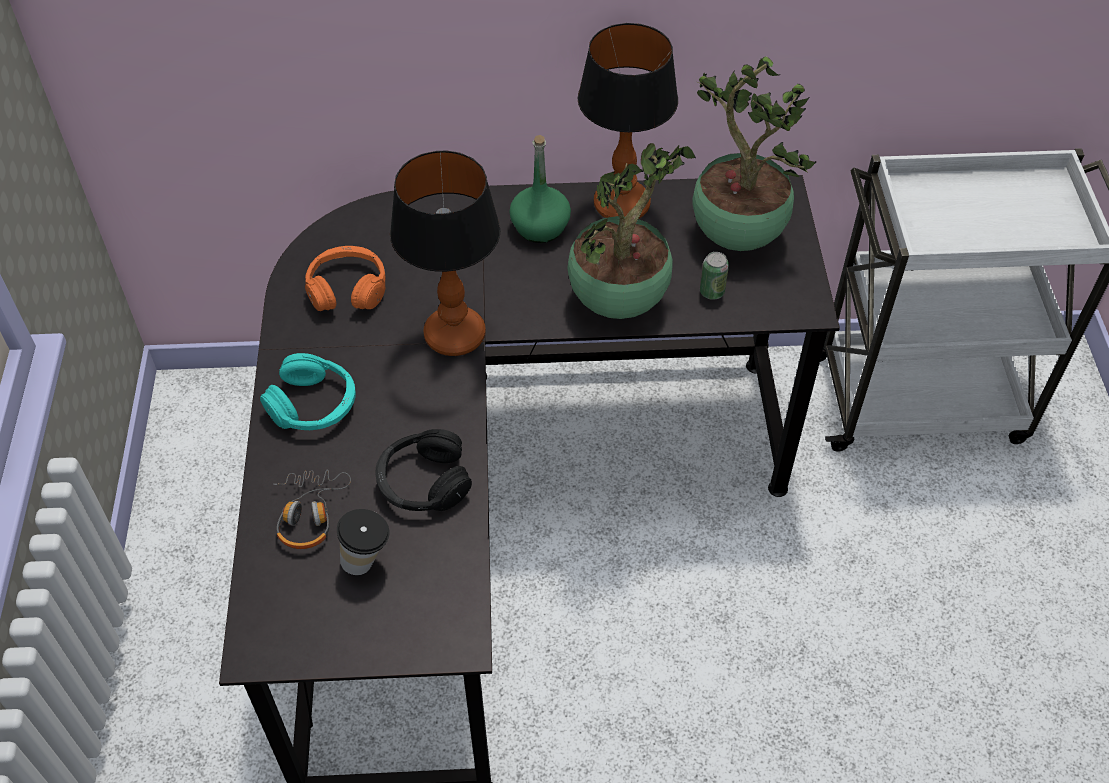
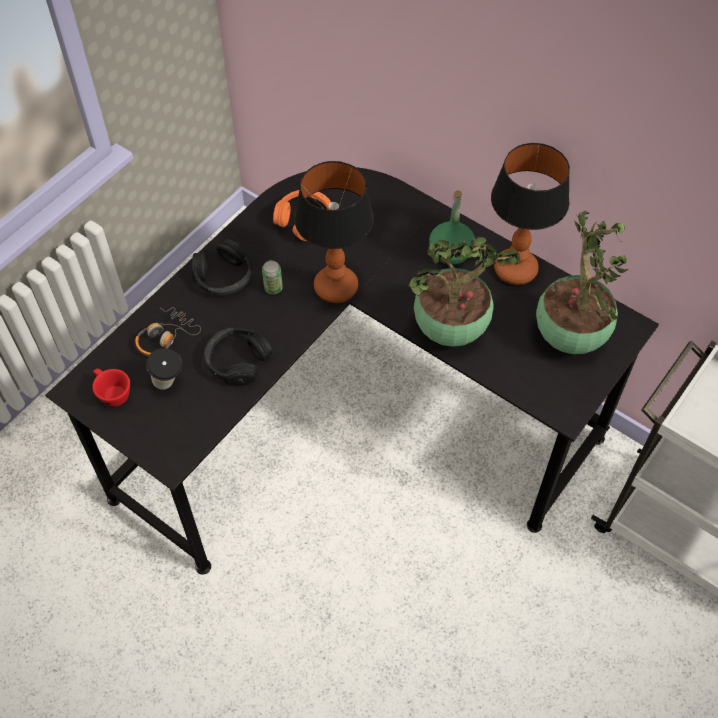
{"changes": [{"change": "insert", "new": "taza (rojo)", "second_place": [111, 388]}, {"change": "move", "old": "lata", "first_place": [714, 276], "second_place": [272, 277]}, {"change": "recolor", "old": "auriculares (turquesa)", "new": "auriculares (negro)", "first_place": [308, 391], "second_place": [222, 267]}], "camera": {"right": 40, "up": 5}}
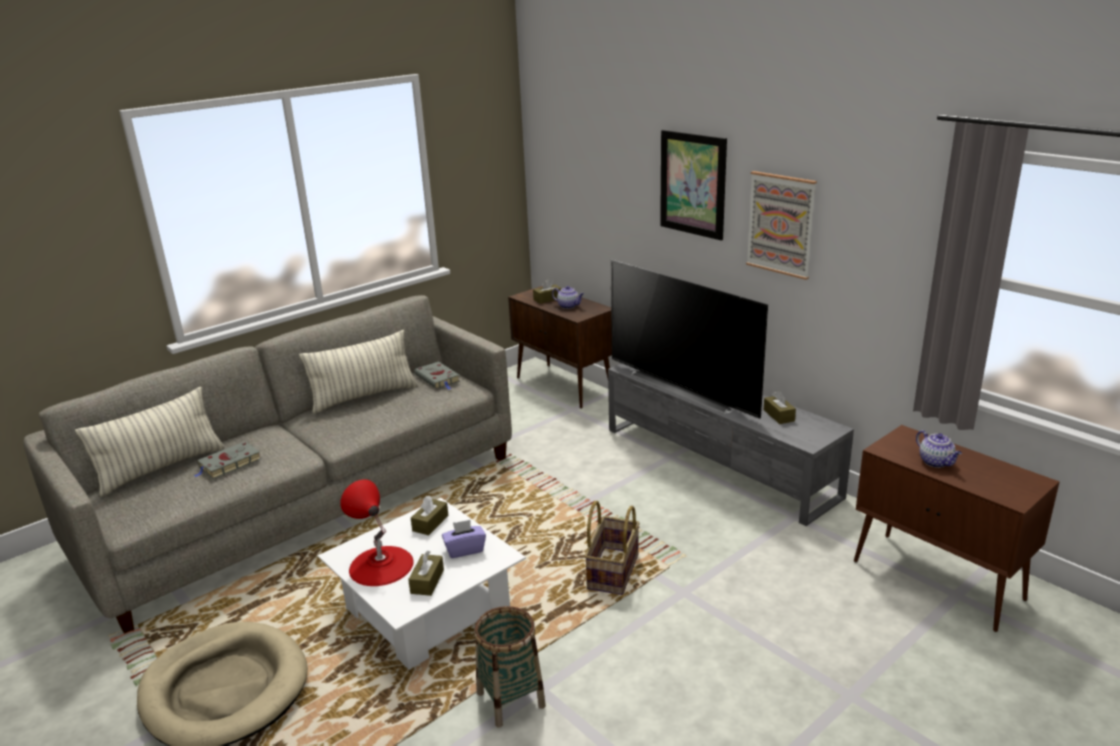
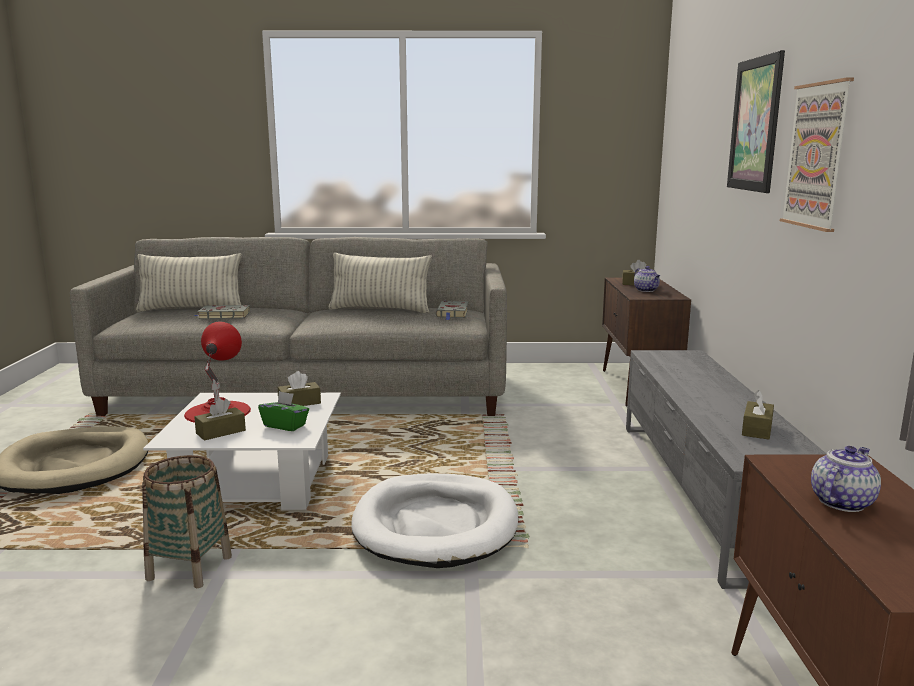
{"changes": [{"change": "delete", "old": "televisor", "first_place": [689, 339]}, {"change": "replace", "old": "cesta", "new": "cama para perro (blanco)", "first_place": [612, 548], "second_place": [434, 520]}, {"change": "recolor", "old": "caja de pañuelos (morado)", "new": "caja de pañuelos (verde)", "first_place": [464, 539], "second_place": [283, 411]}, {"change": "rotate", "old": "tetera", "first_place": [939, 449], "second_place": [846, 479], "degrees": -150}], "camera": {"right": 40, "up": -10}}
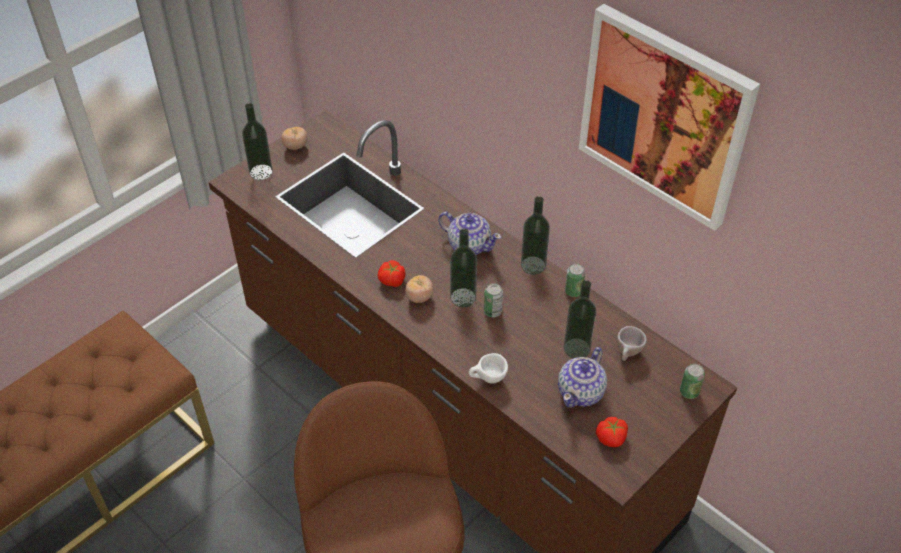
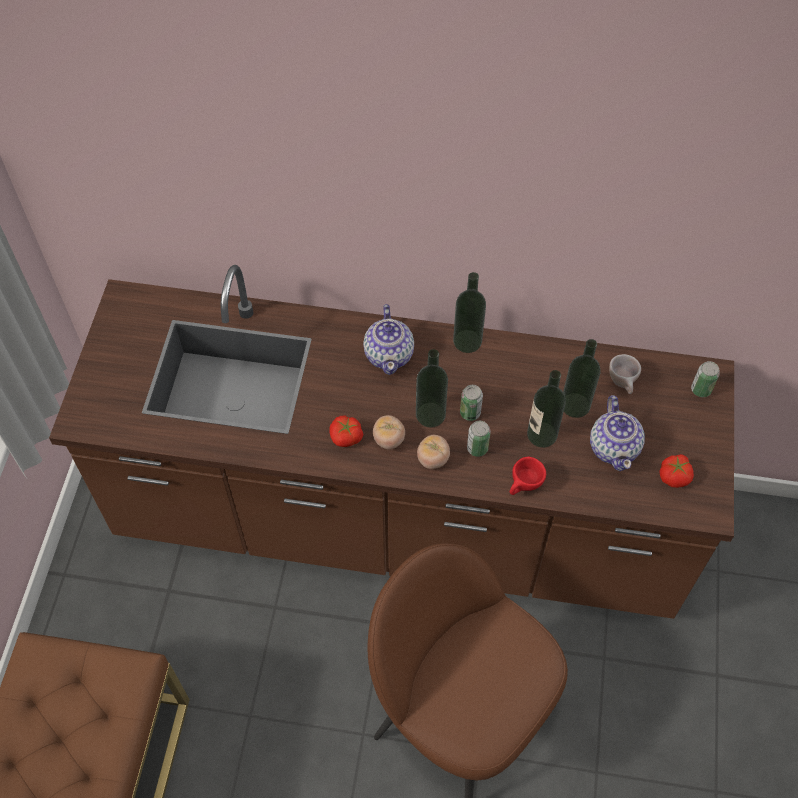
{"changes": [{"change": "delete", "old": "cuadro", "first_place": [669, 117]}, {"change": "move", "old": "botella", "first_place": [257, 141], "second_place": [546, 409]}, {"change": "move", "old": "tomate", "first_place": [294, 138], "second_place": [433, 452]}, {"change": "move", "old": "lata", "first_place": [575, 280], "second_place": [479, 439]}, {"change": "recolor", "old": "taza (blanco)", "new": "taza (rojo)", "first_place": [488, 368], "second_place": [528, 476]}, {"change": "rotate", "old": "tetera", "first_place": [469, 233], "second_place": [388, 339], "degrees": 90}], "camera": {"right": -35, "up": 10}}
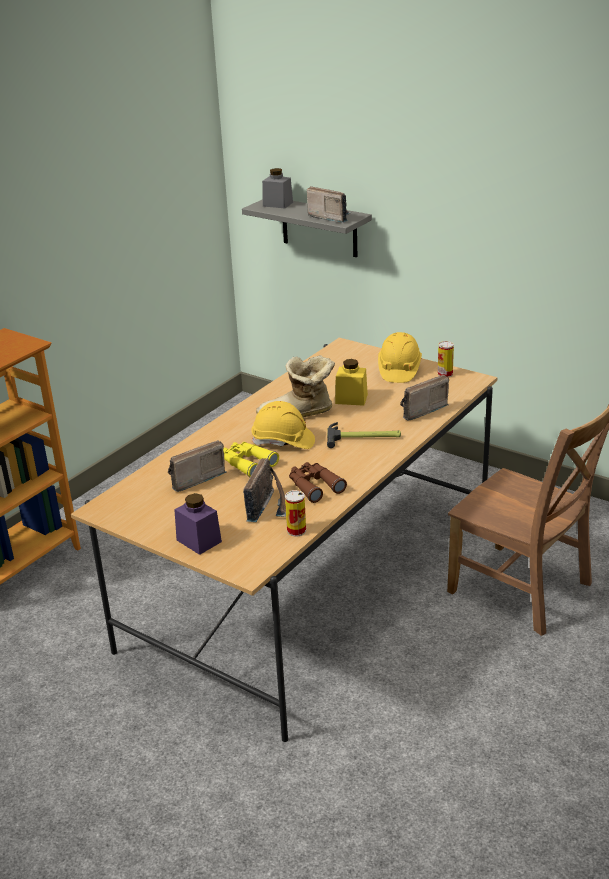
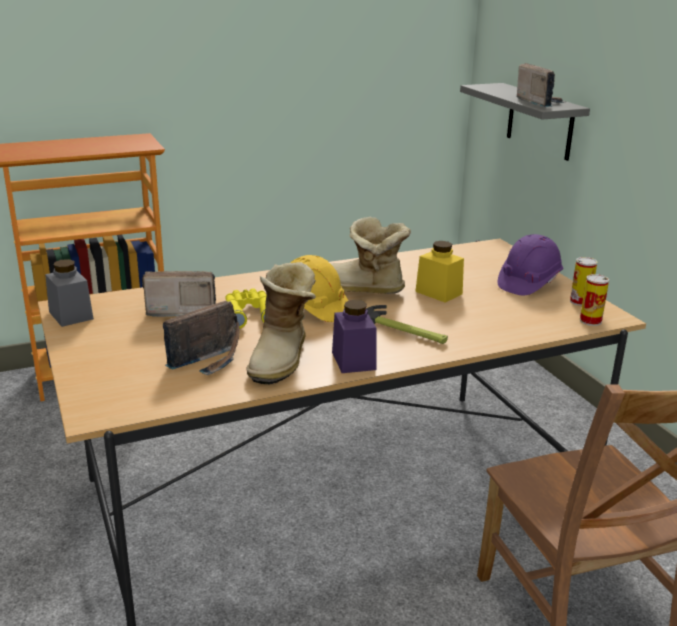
{"changes": [{"change": "delete", "old": "radio", "first_place": [424, 398]}, {"change": "move", "old": "tarro (morado)", "first_place": [198, 524], "second_place": [354, 336]}, {"change": "move", "old": "tarro (gris)", "first_place": [277, 188], "second_place": [69, 293]}, {"change": "move", "old": "lata", "first_place": [295, 513], "second_place": [594, 300]}, {"change": "replace", "old": "prismáticos (marrón)", "new": "bota", "first_place": [318, 482], "second_place": [281, 323]}, {"change": "recolor", "old": "casco (amarillo)", "new": "casco (morado)", "first_place": [400, 357], "second_place": [530, 264]}], "camera": {"right": 30, "up": -5}}
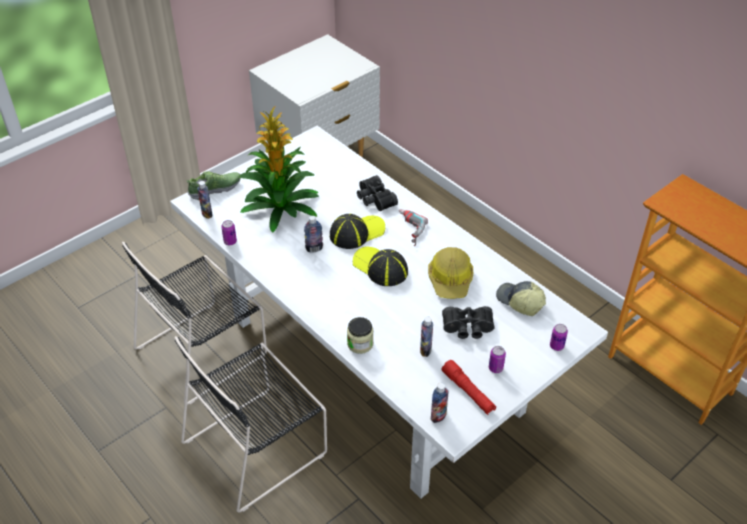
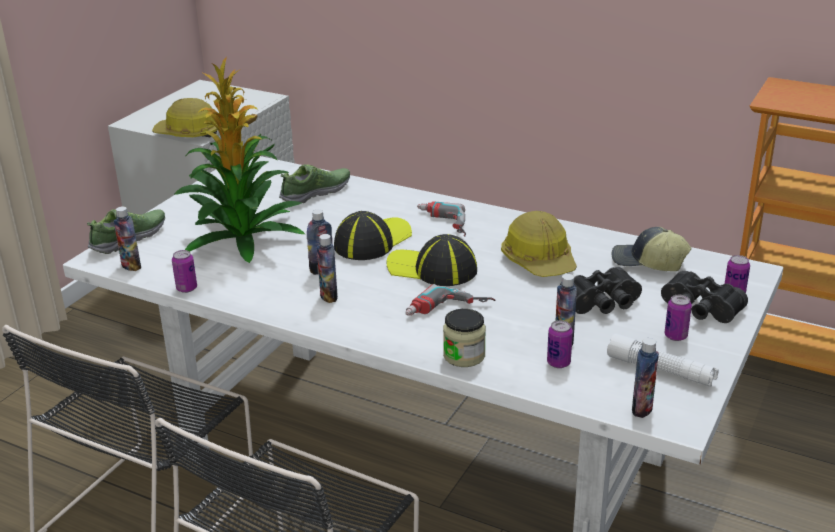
{"changes": [{"change": "insert", "new": "casco", "second_place": [185, 117]}, {"change": "insert", "new": "zapato", "second_place": [314, 184]}, {"change": "insert", "new": "botella", "second_place": [327, 268]}, {"change": "insert", "new": "taladro", "second_place": [450, 300]}, {"change": "insert", "new": "lata", "second_place": [560, 344]}, {"change": "move", "old": "prismáticos (negro)", "first_place": [377, 193], "second_place": [704, 297]}, {"change": "recolor", "old": "linterna (rojo)", "new": "linterna (blanco)", "first_place": [469, 387], "second_place": [662, 360]}], "camera": {"right": -20, "up": -15}}
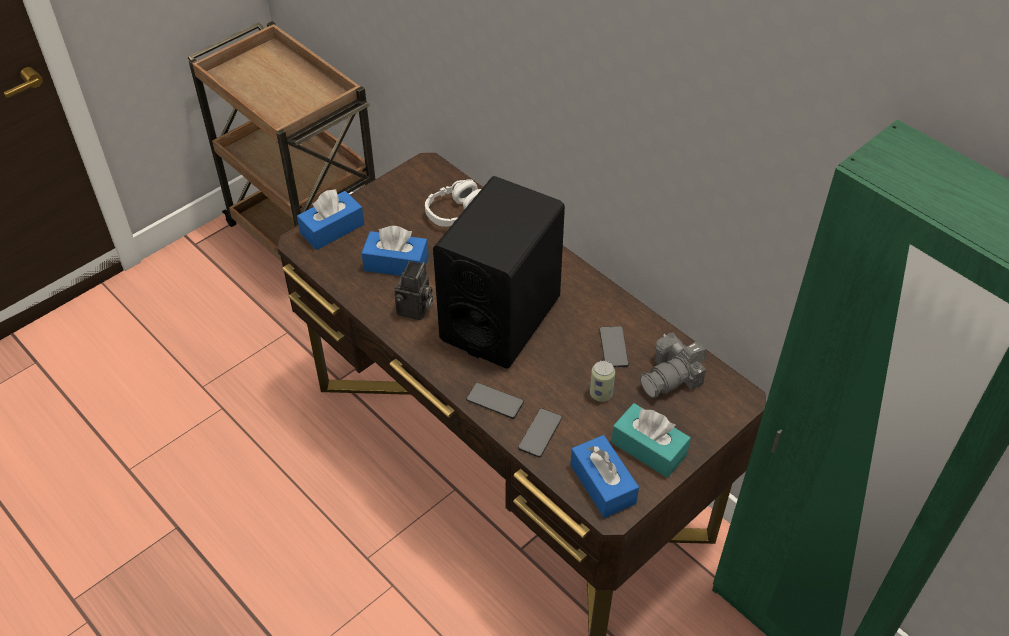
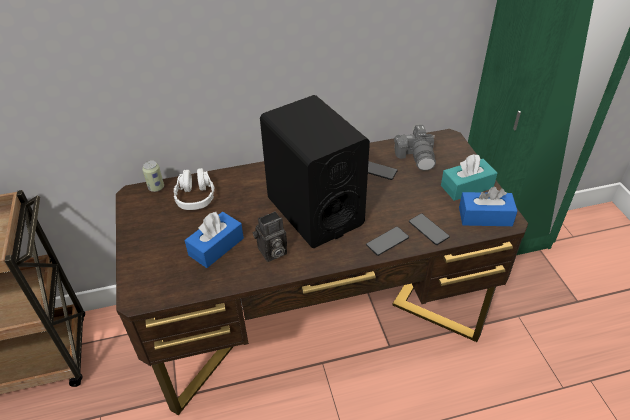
{"changes": [{"change": "delete", "old": "caja de pañuelos (azul)", "first_place": [330, 219]}, {"change": "move", "old": "lata", "first_place": [602, 381], "second_place": [153, 176]}, {"change": "rotate", "old": "cámara", "first_place": [413, 290], "second_place": [270, 236], "degrees": 105}], "camera": {"right": -60, "up": -5}}
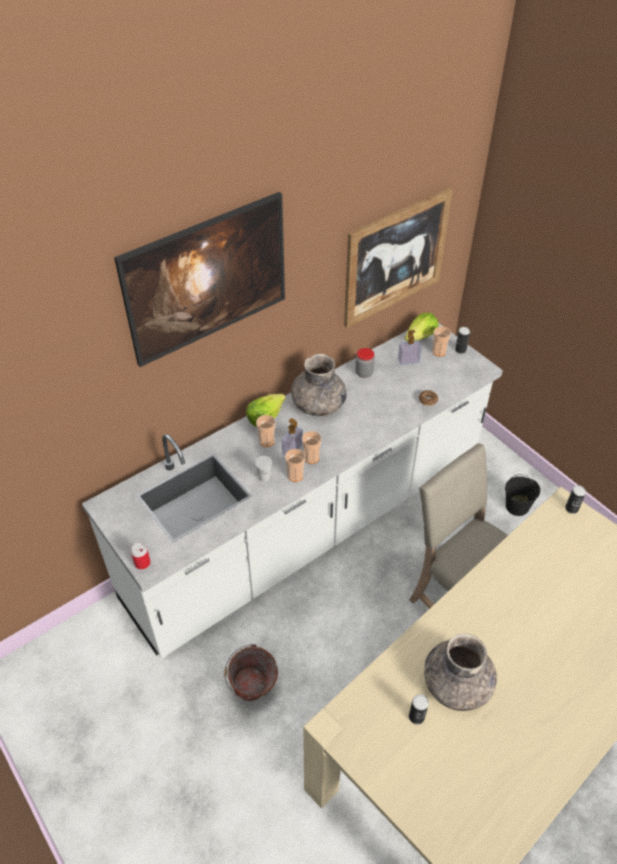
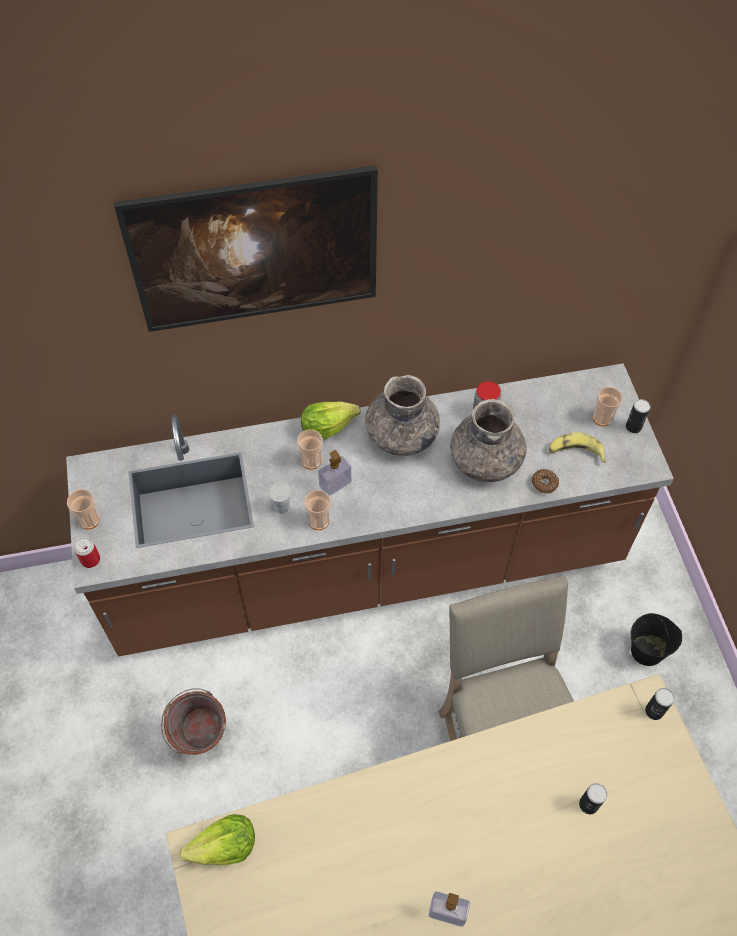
{"changes": [{"change": "delete", "old": "cuadro", "first_place": [398, 258]}, {"change": "insert", "new": "plátano", "second_place": [577, 447]}, {"change": "move", "old": "taza", "first_place": [312, 447], "second_place": [83, 509]}, {"change": "move", "old": "dispensador de jabón", "first_place": [410, 347], "second_place": [449, 909]}, {"change": "move", "old": "lechuga", "first_place": [421, 327], "second_place": [217, 839]}, {"change": "move", "old": "lata", "first_place": [419, 709], "second_place": [593, 798]}, {"change": "move", "old": "florero (gris)", "first_place": [460, 672], "second_place": [488, 440]}, {"change": "recolor", "old": "mueble bajo de cocina (blanco)", "new": "mueble bajo de cocina (marrón)", "first_place": [292, 490], "second_place": [370, 510]}], "camera": {"right": 25, "up": 10}}
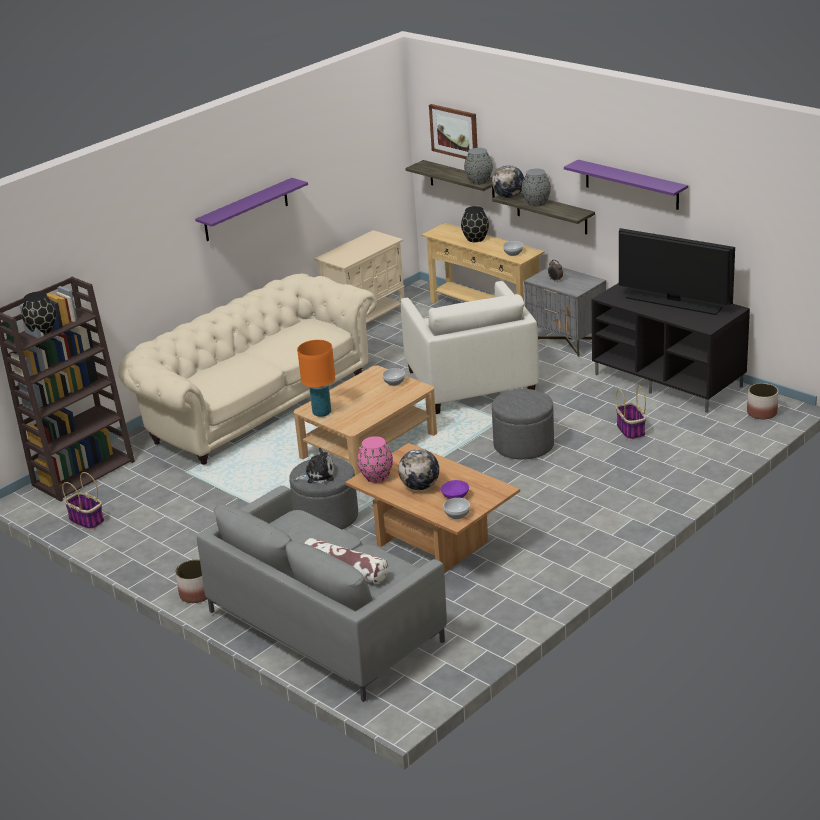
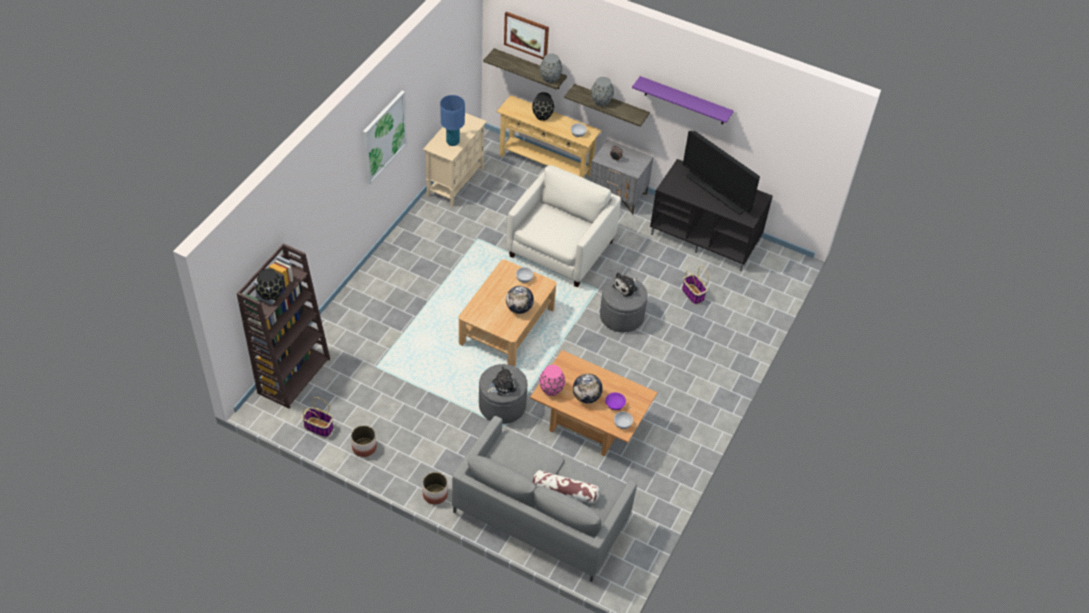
{"changes": [{"change": "delete", "old": "sofá (beis)", "first_place": [248, 369]}, {"change": "delete", "old": "lámpara de mesa (naranja)", "first_place": [316, 378]}, {"change": "insert", "new": "lámpara de mesa (azul)", "second_place": [452, 120]}, {"change": "insert", "new": "peluche", "second_place": [625, 284]}, {"change": "move", "old": "globo terráqueo", "first_place": [508, 181], "second_place": [520, 300]}, {"change": "move", "old": "maceta", "first_place": [762, 401], "second_place": [364, 441]}, {"change": "replace", "old": "estante (morado)", "new": "cuadro", "first_place": [251, 209], "second_place": [385, 138]}, {"change": "rotate", "old": "sillón (beis)", "first_place": [470, 347], "second_place": [564, 226], "degrees": -120}, {"change": "rotate", "old": "televisor", "first_place": [677, 271], "second_place": [721, 172], "degrees": -150}], "camera": {"right": -20, "up": 20}}
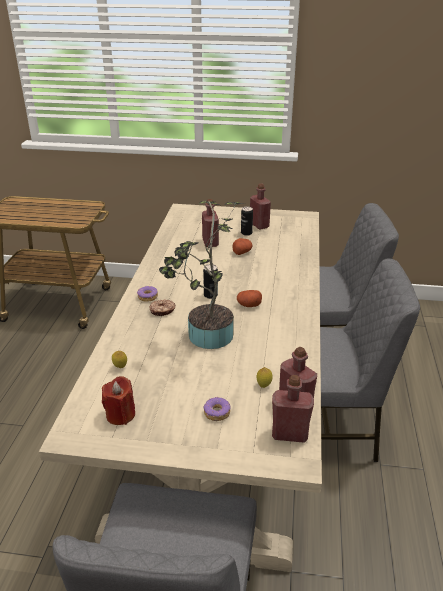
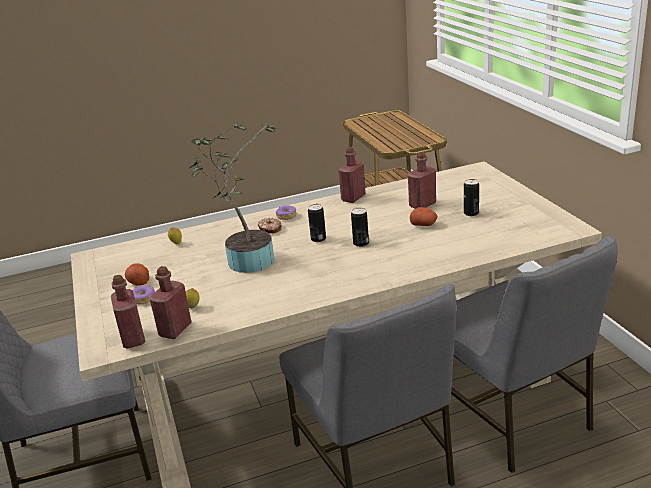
{"changes": [{"change": "delete", "old": "vela (rojo)", "first_place": [118, 400]}, {"change": "insert", "new": "lata", "second_place": [360, 227]}, {"change": "move", "old": "patata", "first_place": [249, 298], "second_place": [137, 274]}, {"change": "move", "old": "botella (rojo)", "first_place": [260, 207], "second_place": [352, 175]}], "camera": {"right": 65, "up": -5}}
